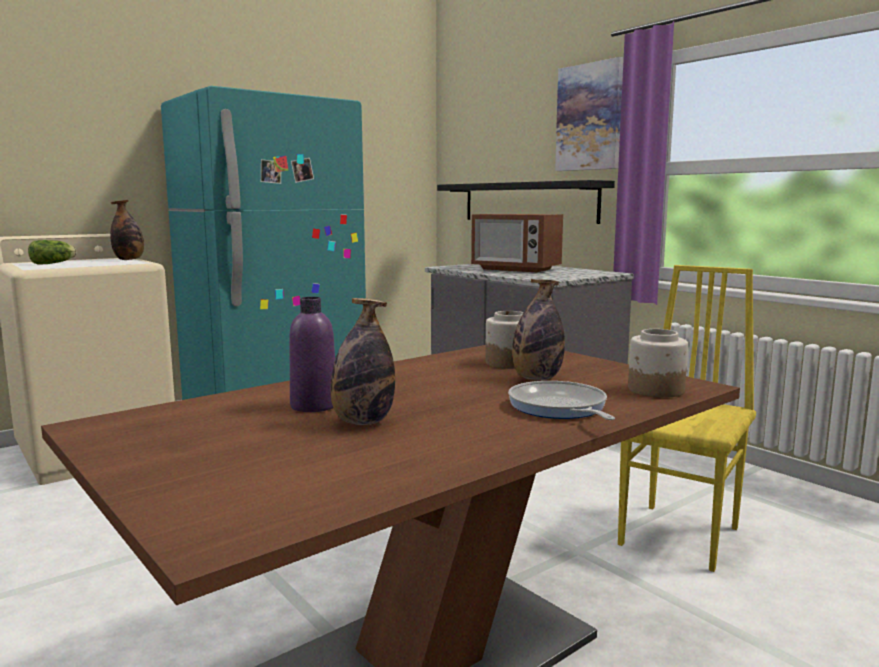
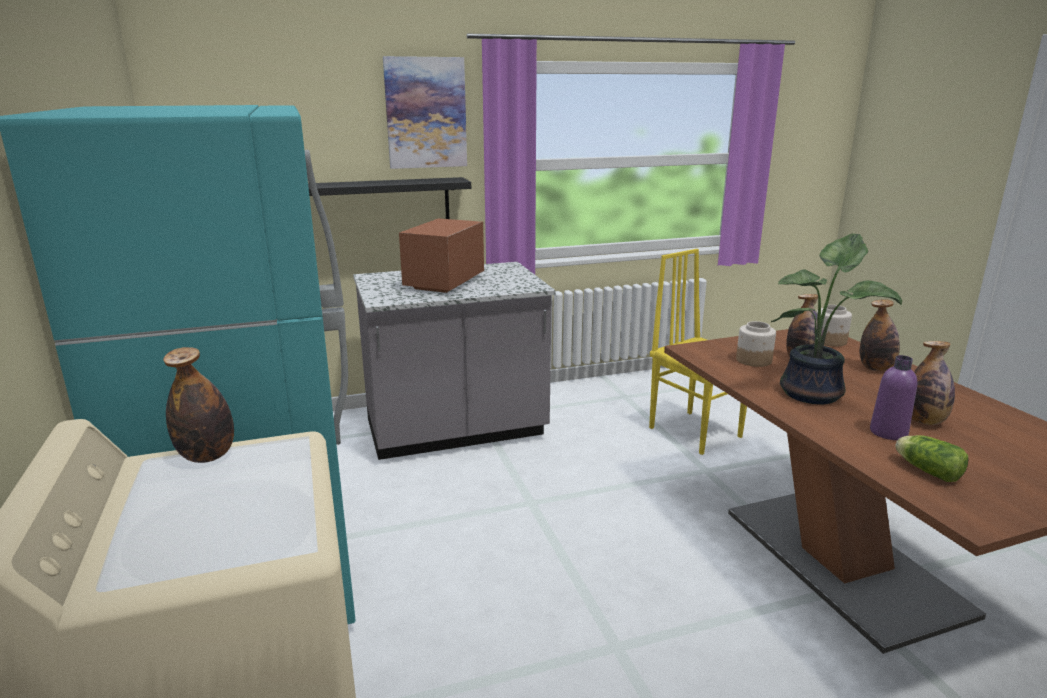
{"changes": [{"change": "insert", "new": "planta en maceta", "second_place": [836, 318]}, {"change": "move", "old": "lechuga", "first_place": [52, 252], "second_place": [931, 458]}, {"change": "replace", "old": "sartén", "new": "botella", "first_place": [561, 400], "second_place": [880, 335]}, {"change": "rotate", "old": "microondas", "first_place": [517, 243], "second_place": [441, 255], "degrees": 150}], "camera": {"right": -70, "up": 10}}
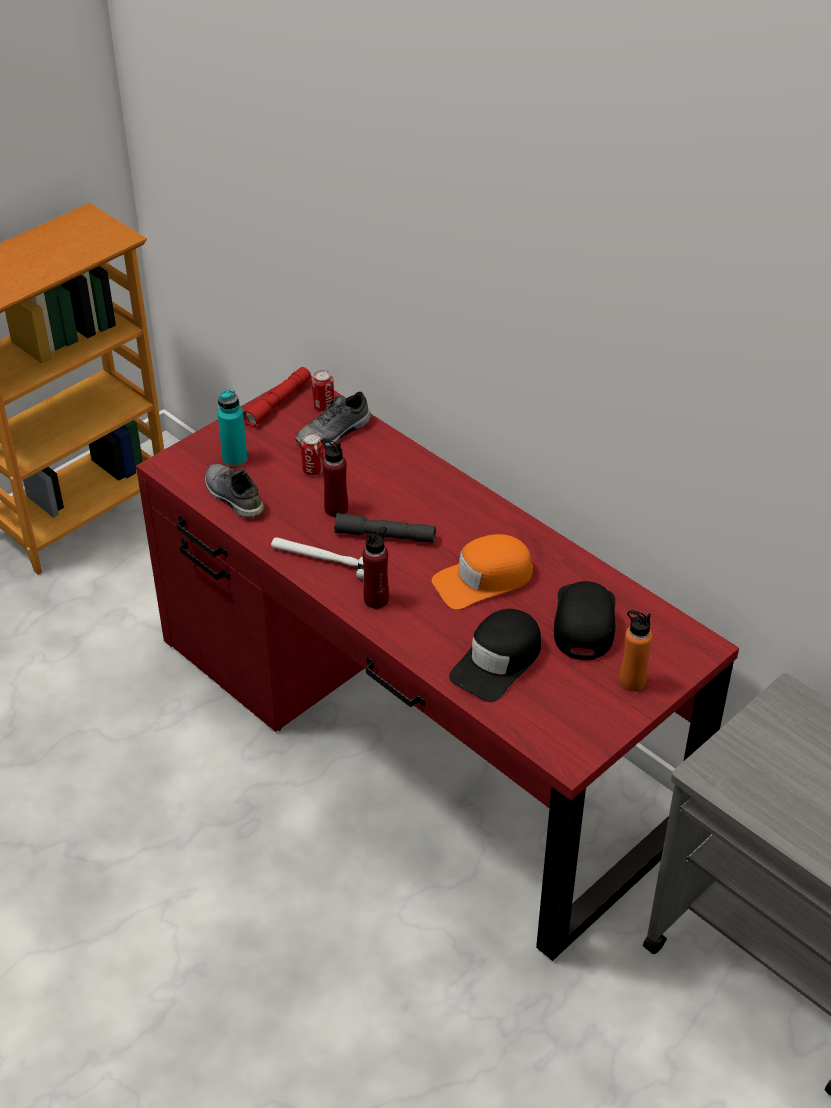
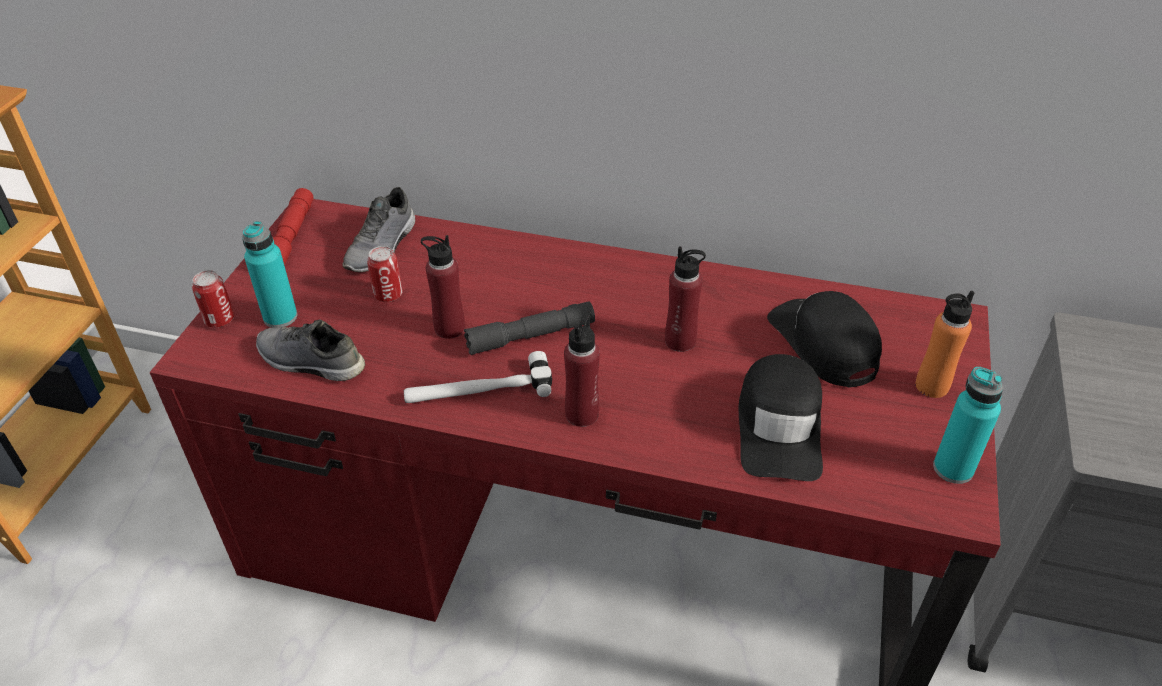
{"changes": [{"change": "insert", "new": "botella (turquesa)", "second_place": [968, 425]}, {"change": "move", "old": "lata", "first_place": [323, 390], "second_place": [213, 298]}, {"change": "replace", "old": "gorra (naranja)", "new": "botella (rojo)", "first_place": [482, 571], "second_place": [685, 299]}], "camera": {"right": -30, "up": 0}}
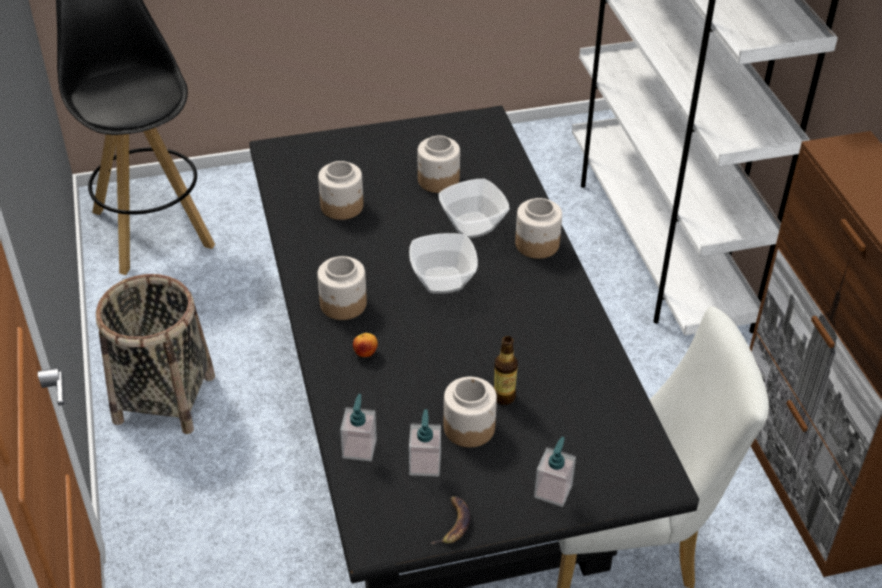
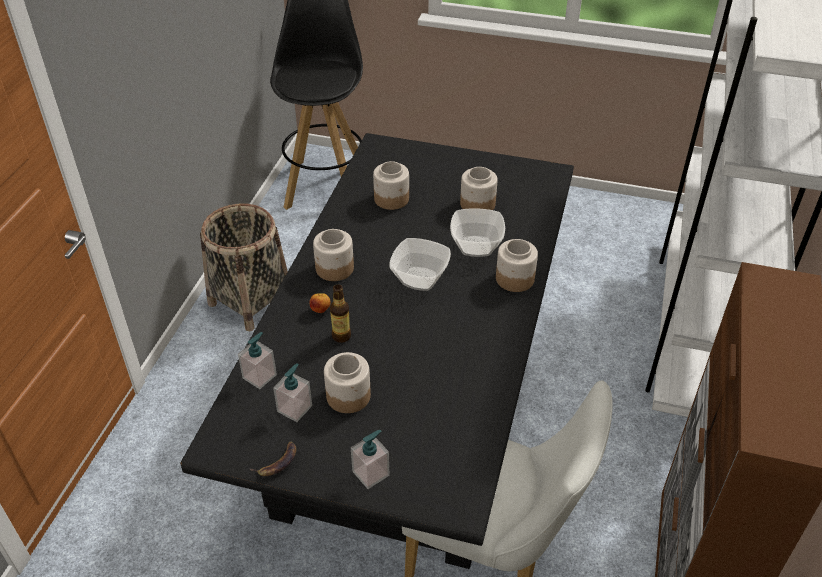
{"changes": [{"change": "move", "old": "botella", "first_place": [506, 370], "second_place": [340, 314]}], "camera": {"right": 30, "up": 0}}
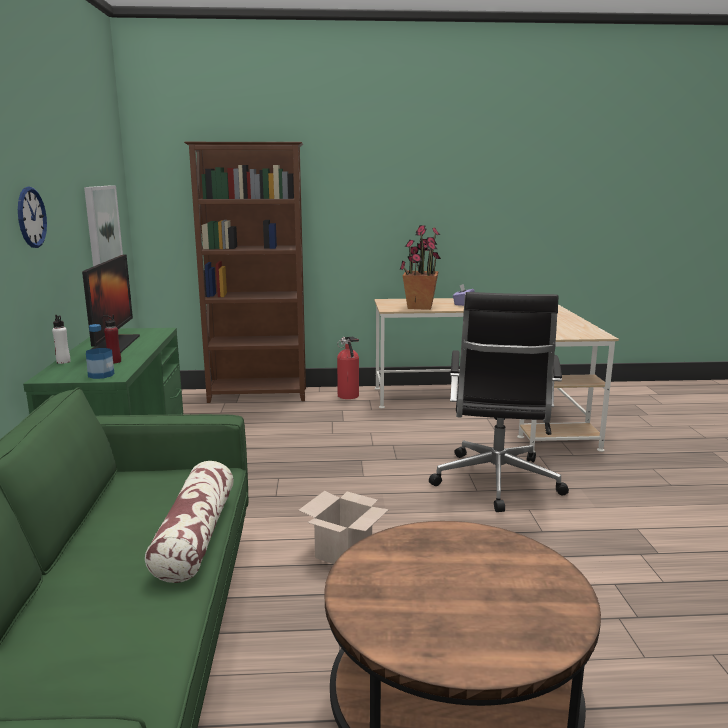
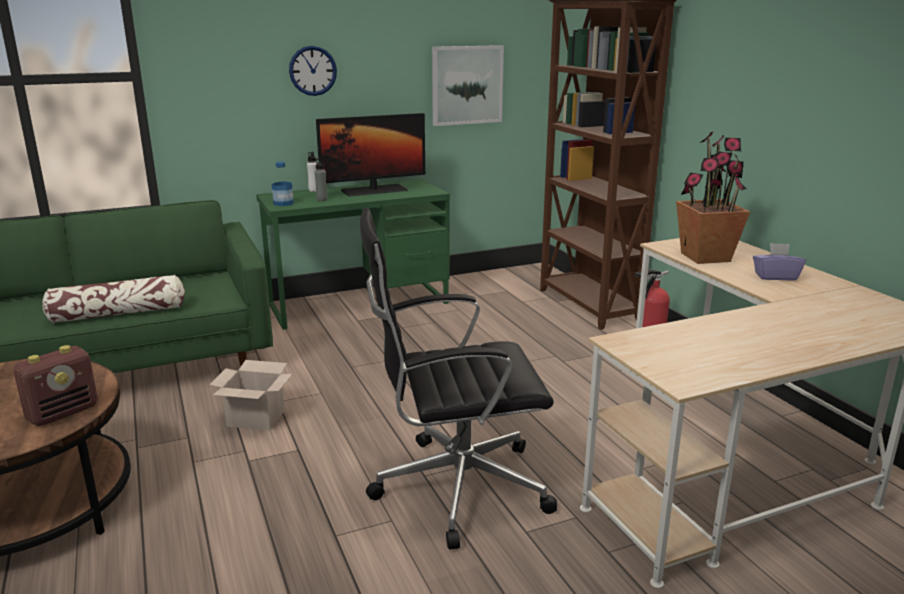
{"changes": [{"change": "insert", "new": "radio", "second_place": [55, 385]}, {"change": "recolor", "old": "botella (rojo)", "new": "botella (gris)", "first_place": [111, 339], "second_place": [321, 180]}], "camera": {"right": 70, "up": 5}}
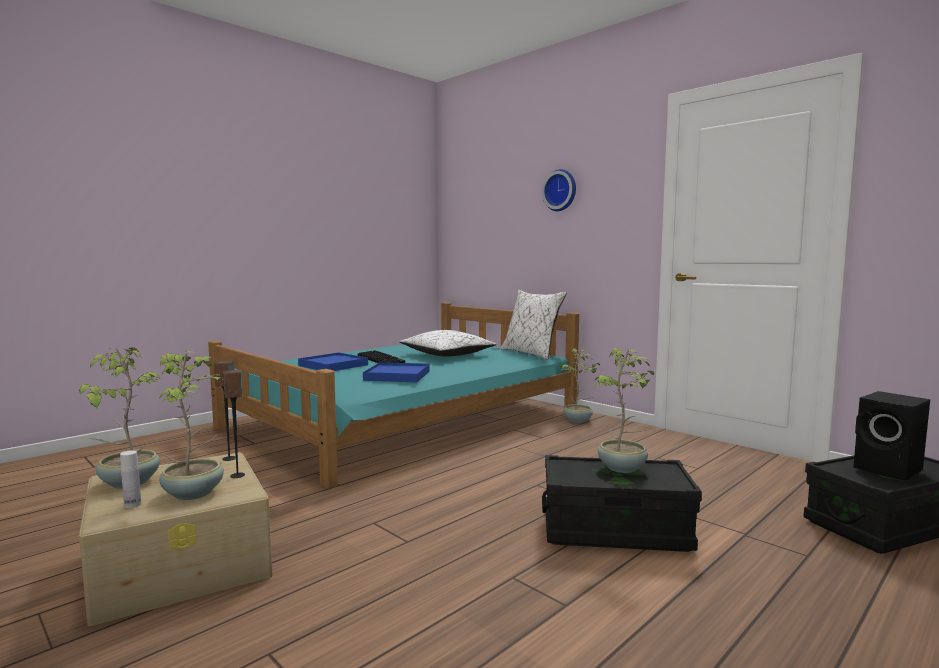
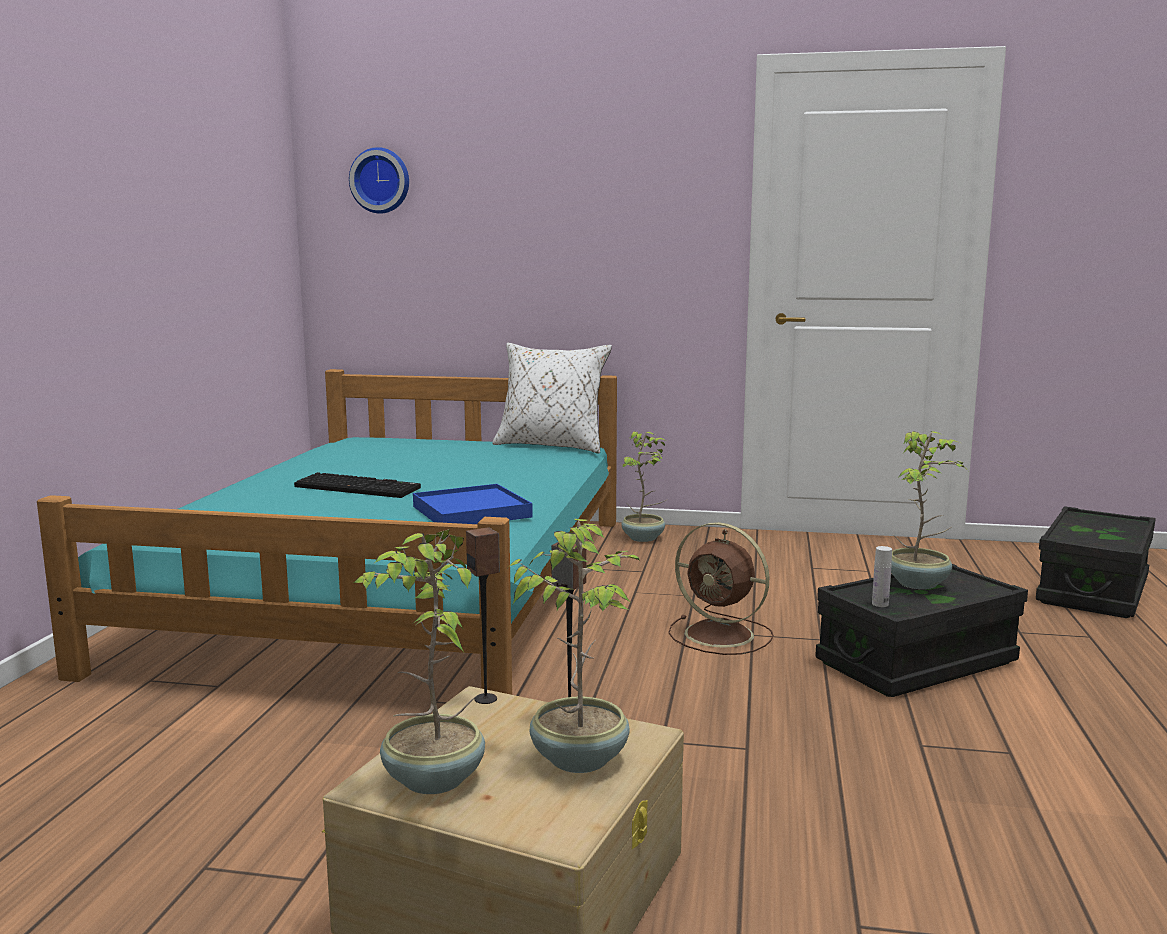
{"changes": [{"change": "delete", "old": "bandeja (azul)", "first_place": [333, 362]}, {"change": "delete", "old": "cojín (blanco)", "first_place": [448, 343]}, {"change": "delete", "old": "altavoz (negro)", "first_place": [891, 436]}, {"change": "insert", "new": "ventilador (marrón)", "second_place": [721, 588]}, {"change": "move", "old": "botella (blanco)", "first_place": [130, 479], "second_place": [882, 576]}, {"change": "move", "old": "reloj de pared", "first_place": [559, 190], "second_place": [379, 180]}], "camera": {"right": -35, "up": 5}}
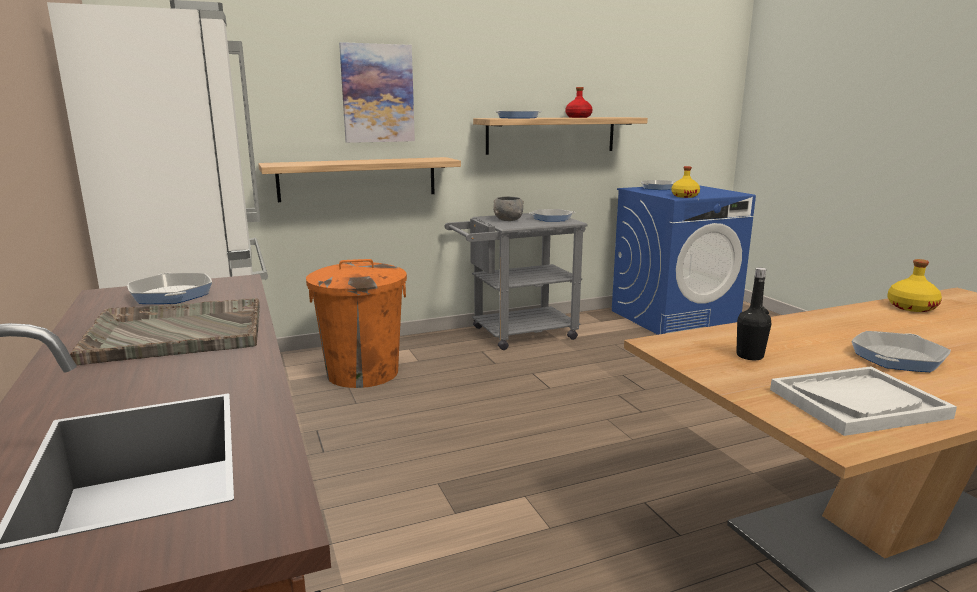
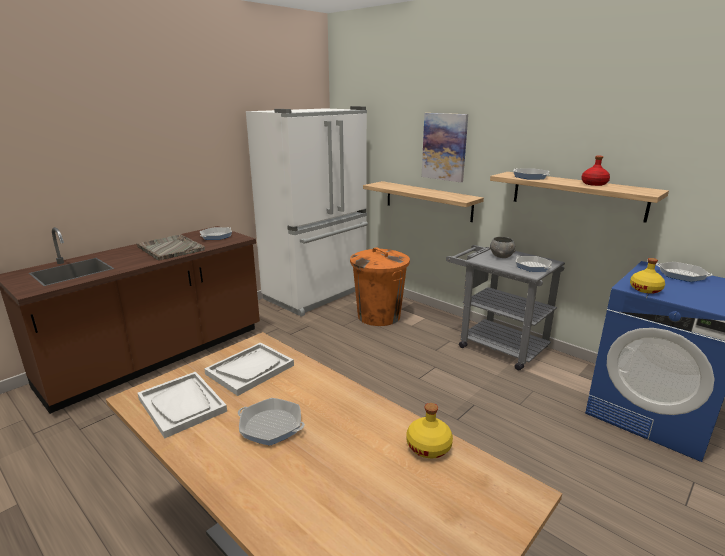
{"changes": [{"change": "replace", "old": "botella (negro)", "new": "bandeja (blanco)", "first_place": [754, 313], "second_place": [249, 369]}], "camera": {"right": 65, "up": 5}}
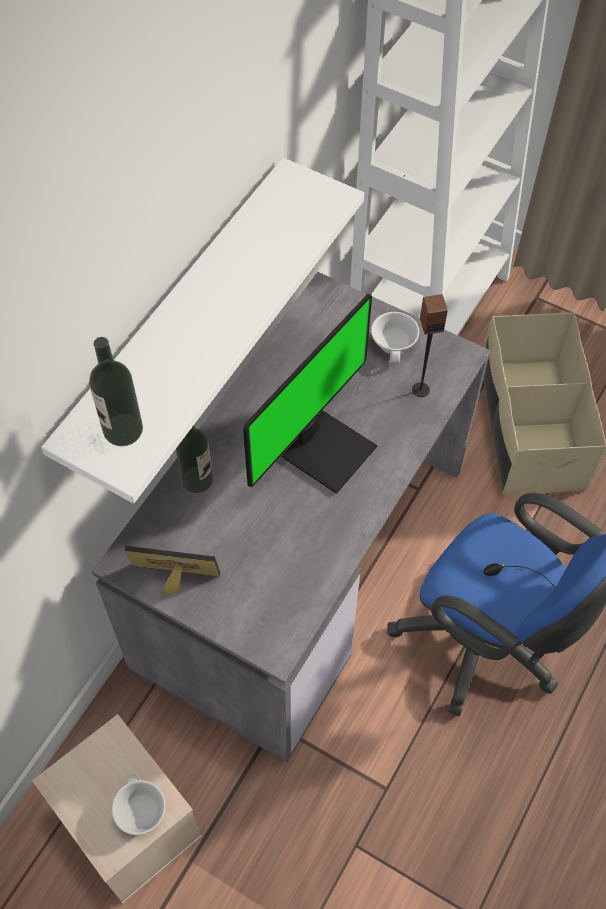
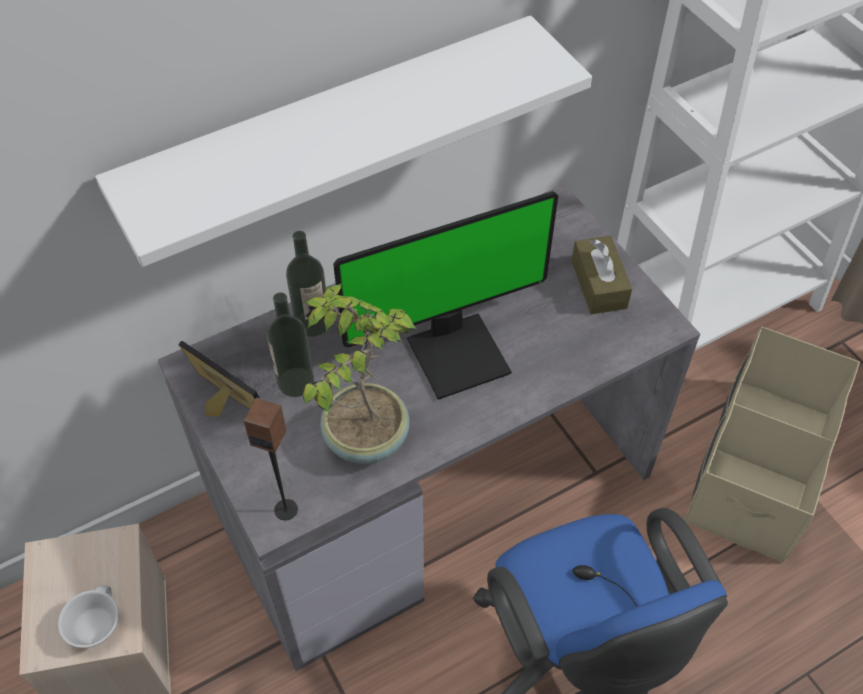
{"changes": [{"change": "insert", "new": "planta en maceta", "second_place": [360, 373]}, {"change": "move", "old": "botella", "first_place": [116, 391], "second_place": [290, 344]}, {"change": "move", "old": "altavoz", "first_place": [430, 345], "second_place": [271, 458]}, {"change": "replace", "old": "taza (blanco)", "new": "caja de pañuelos (marrón)", "first_place": [395, 338], "second_place": [602, 275]}], "camera": {"right": 30, "up": -5}}
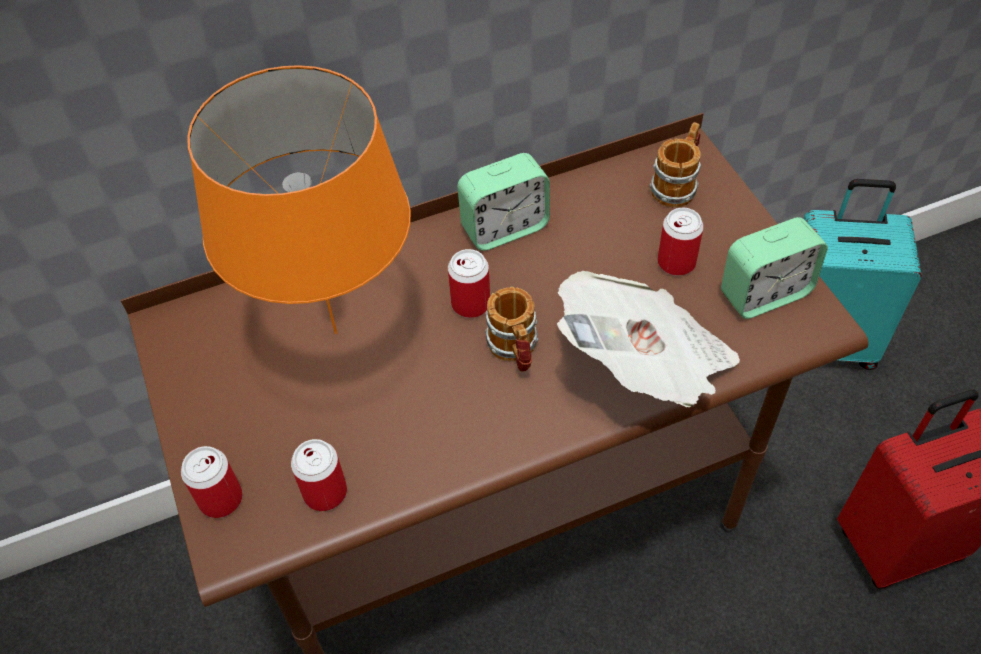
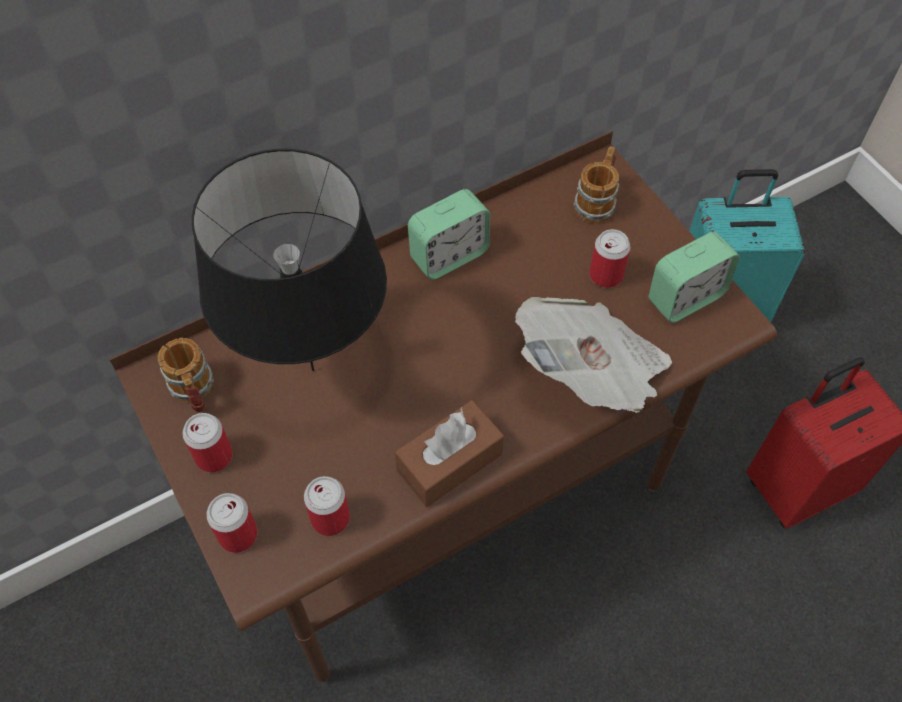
{"changes": [{"change": "insert", "new": "caja de pañuelos (marrón)", "second_place": [449, 453]}, {"change": "move", "old": "lata", "first_place": [469, 283], "second_place": [208, 442]}, {"change": "move", "old": "taza grande", "first_place": [512, 329], "second_place": [186, 375]}, {"change": "recolor", "old": "lámpara de mesa (naranja)", "new": "lámpara de mesa (negro)", "first_place": [299, 199], "second_place": [289, 260]}], "camera": {"right": -10, "up": 5}}
